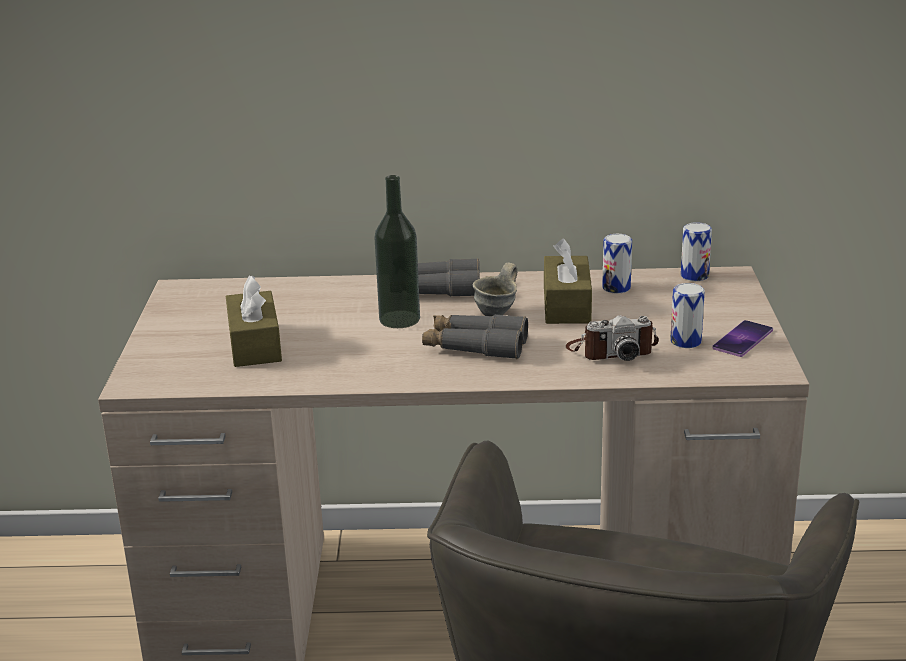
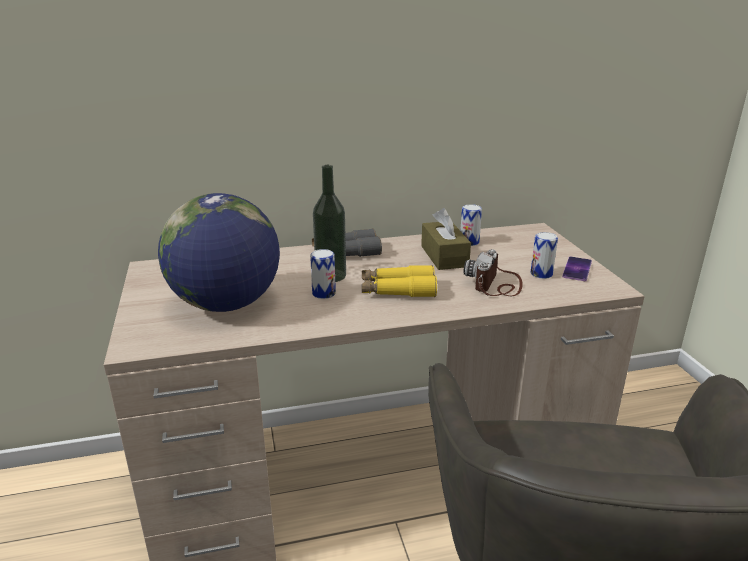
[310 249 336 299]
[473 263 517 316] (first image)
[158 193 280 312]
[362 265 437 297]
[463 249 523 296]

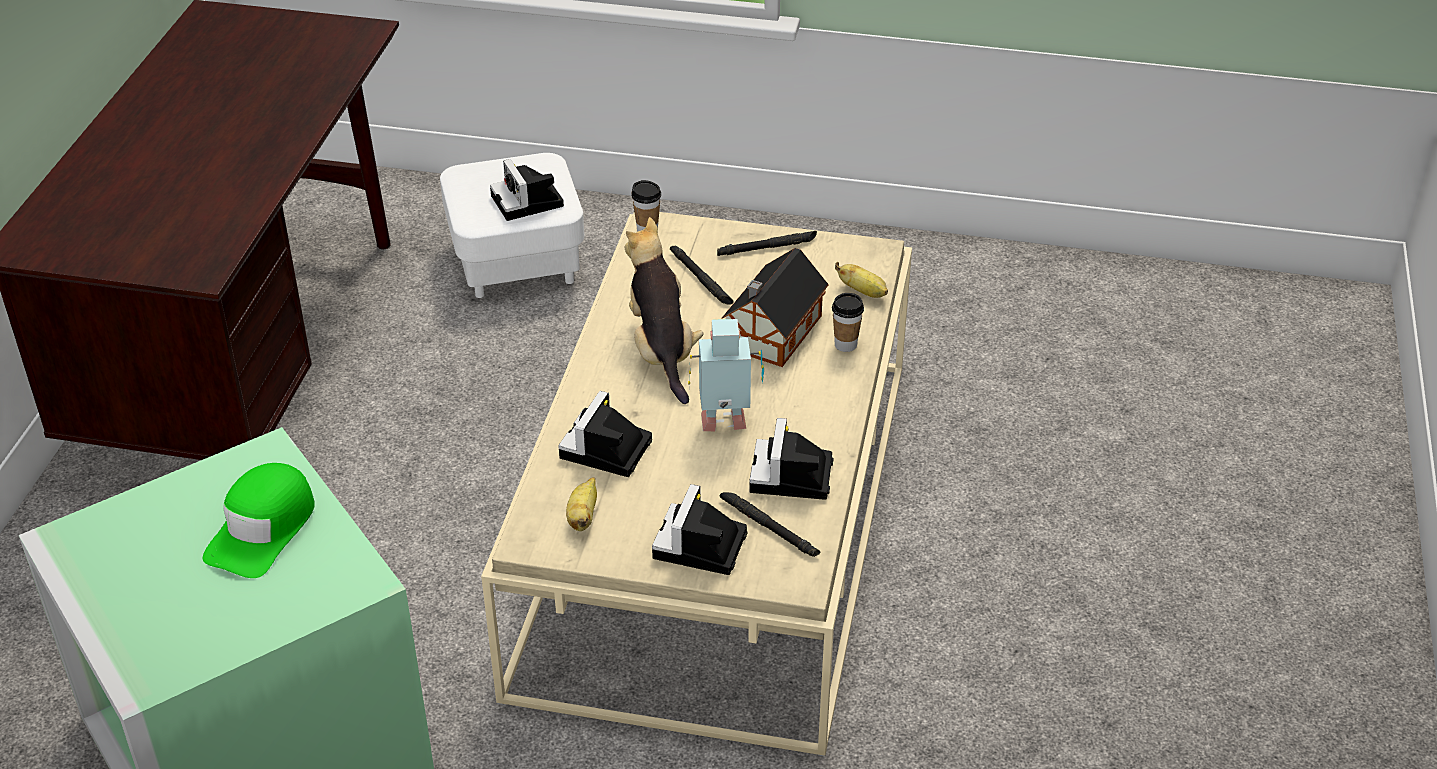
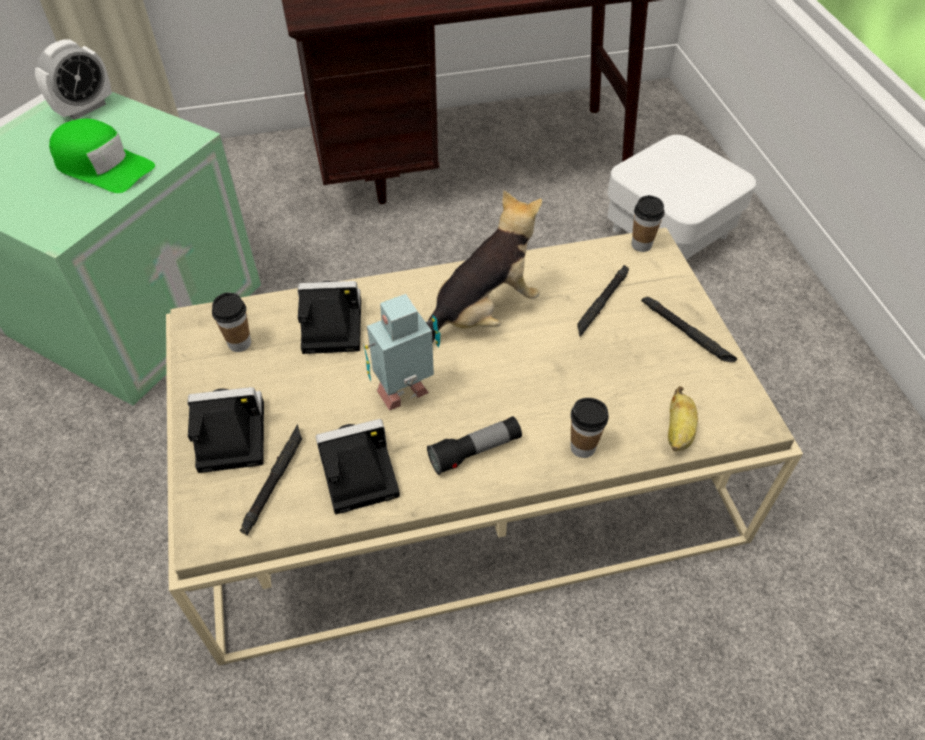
[490 159 564 221] (first image)
[722 248 829 367] (first image)
[363 294 440 410]
[49 118 155 193]
[212 292 251 352]
[35 40 112 120]
[427 416 522 475]

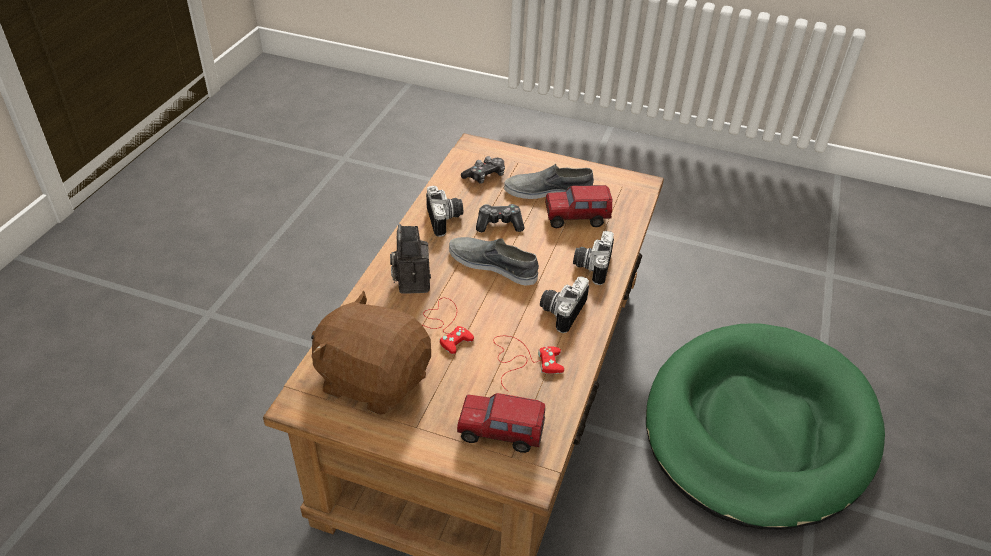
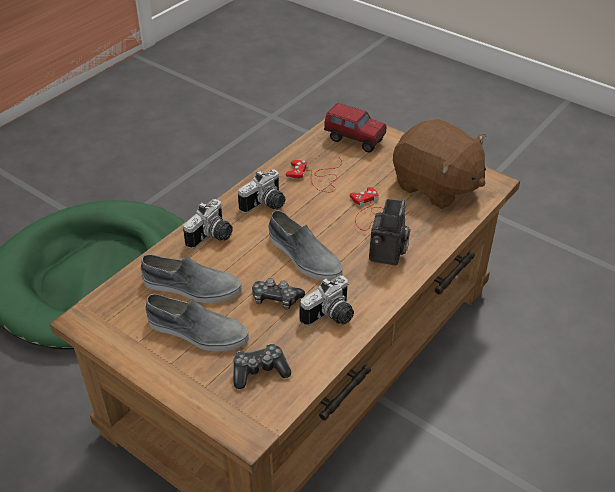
[141 254 242 303]
[300 276 354 326]

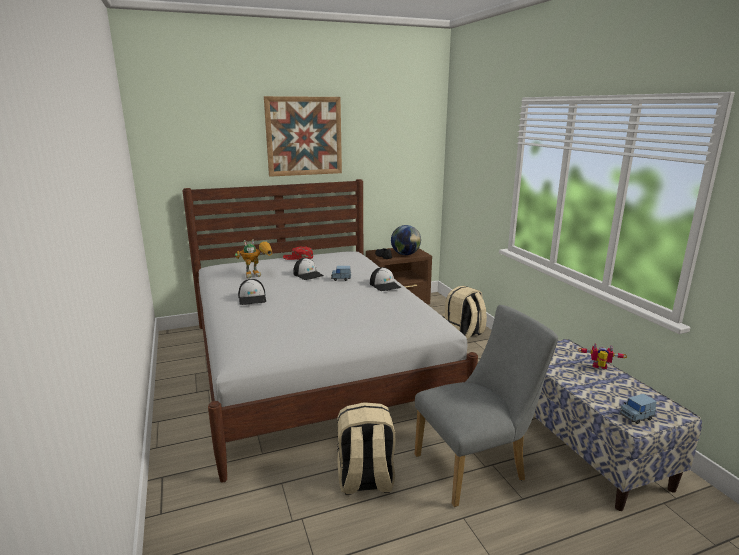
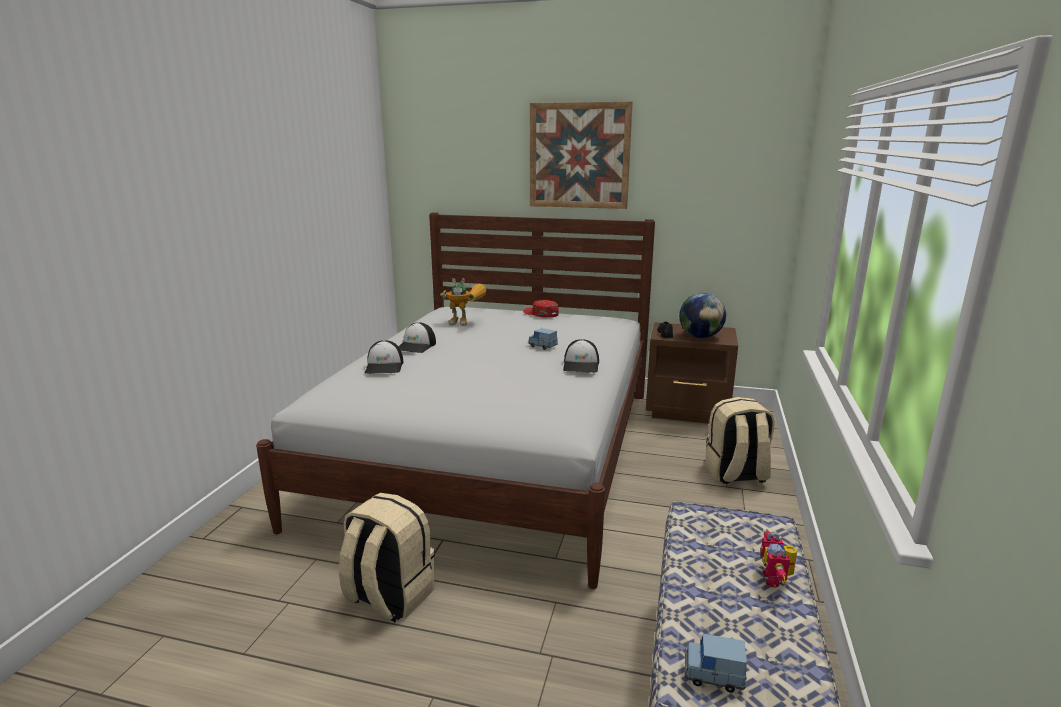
[365 340 404 374]
[415 305 558 507] (first image)
[760 529 797 588]

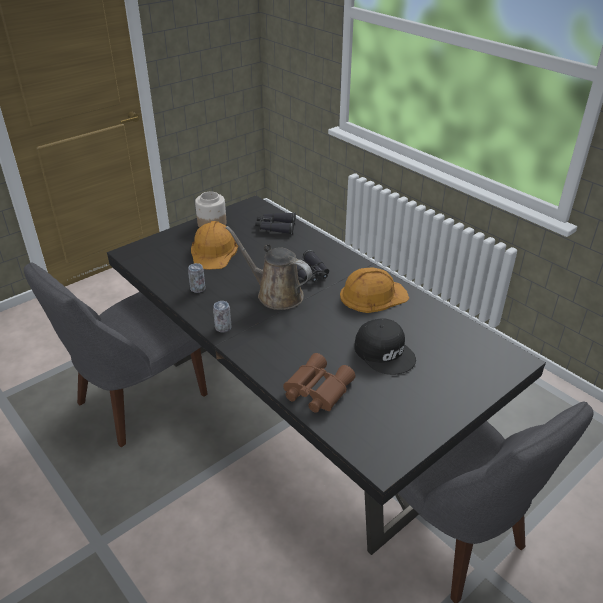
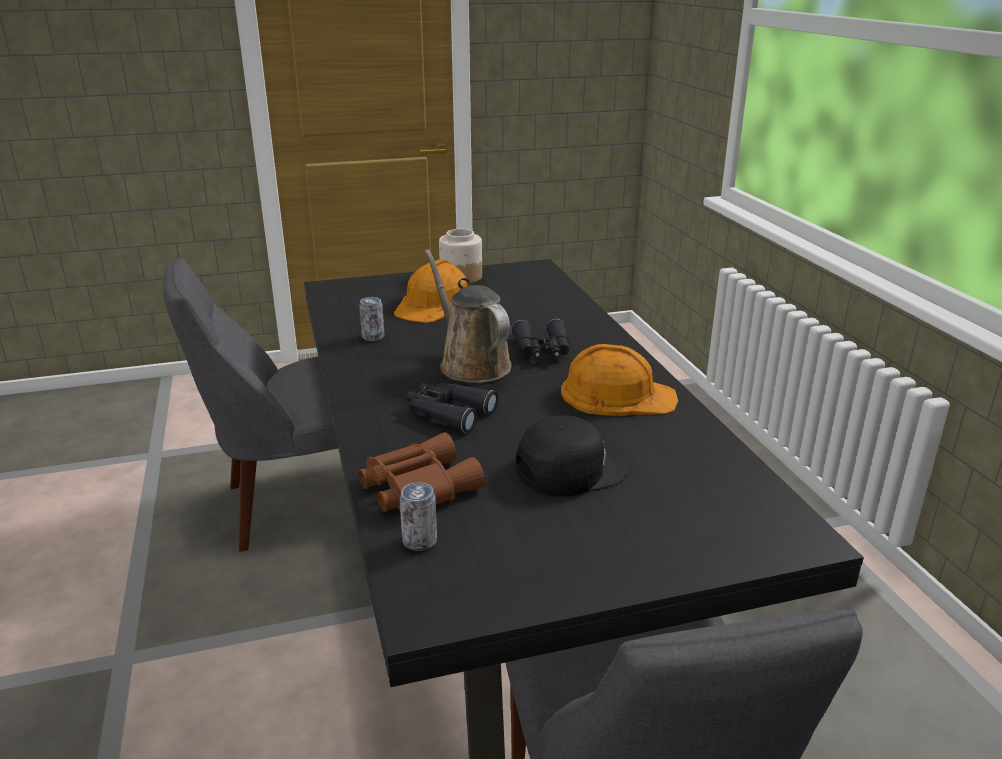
[407 381 499 433]
[400 483 437 551]
[515 415 631 497]

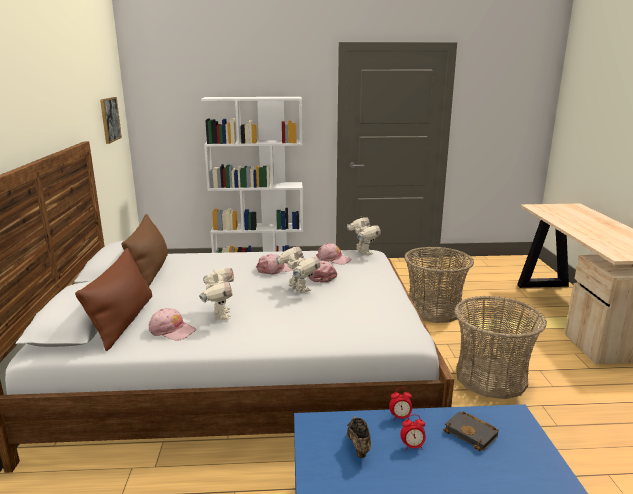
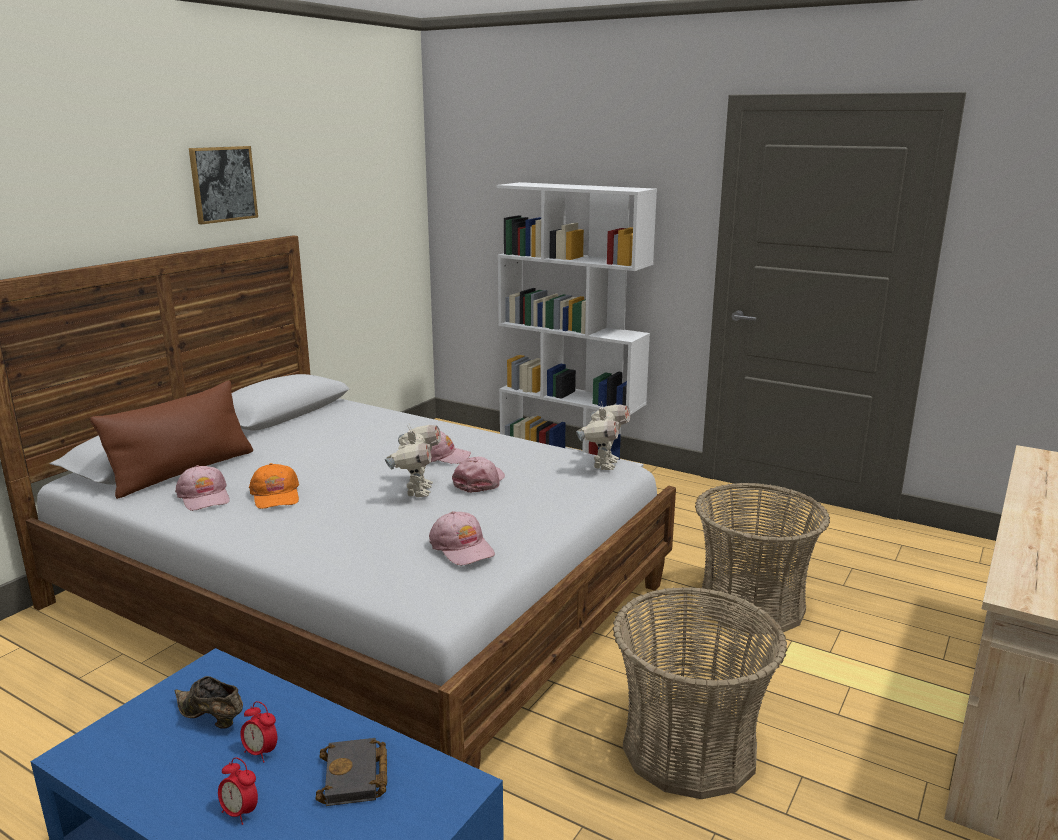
[189 146 258 224]
[122 214 168 286] (first image)
[429 511 495 566]
[249 463 299 509]
[218 757 258 825]
[174 676 243 729]

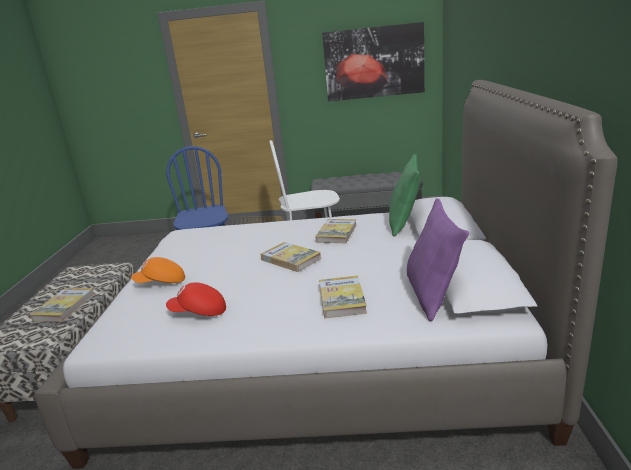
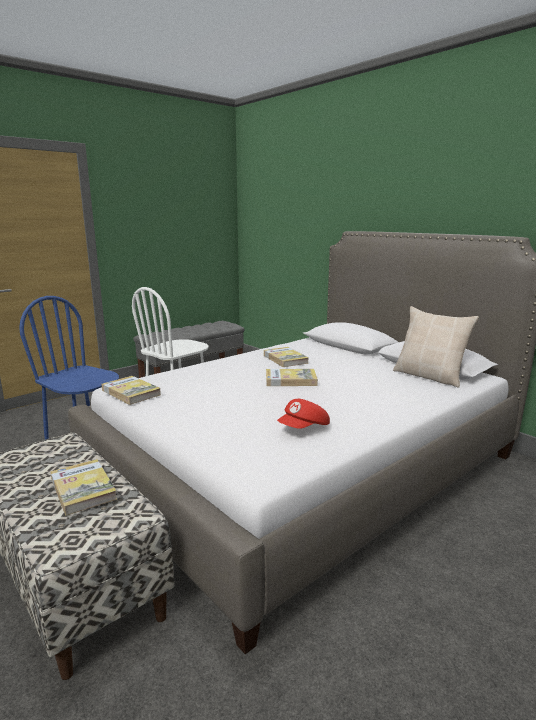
[322 22 425 101] (first image)
[389 154 420 237] (first image)
[393 306 479 388]
[131 257 185 283] (first image)
[101 376 161 405]

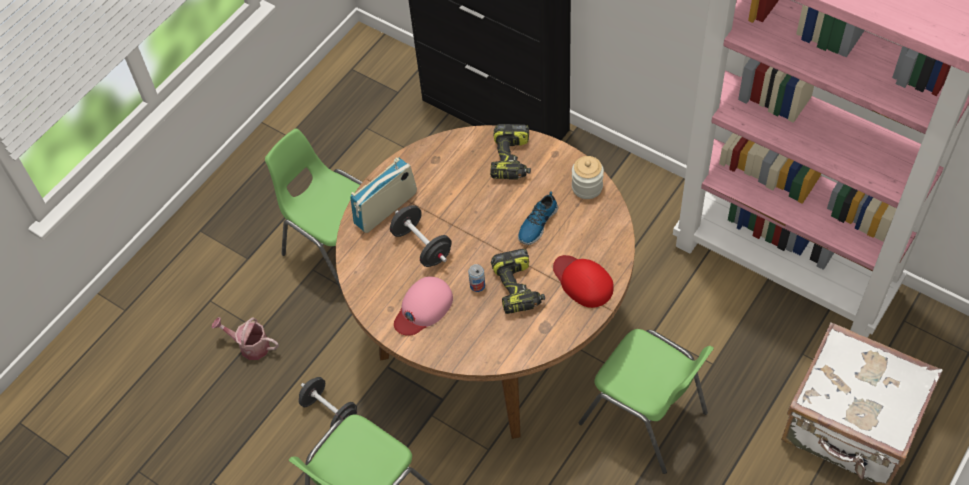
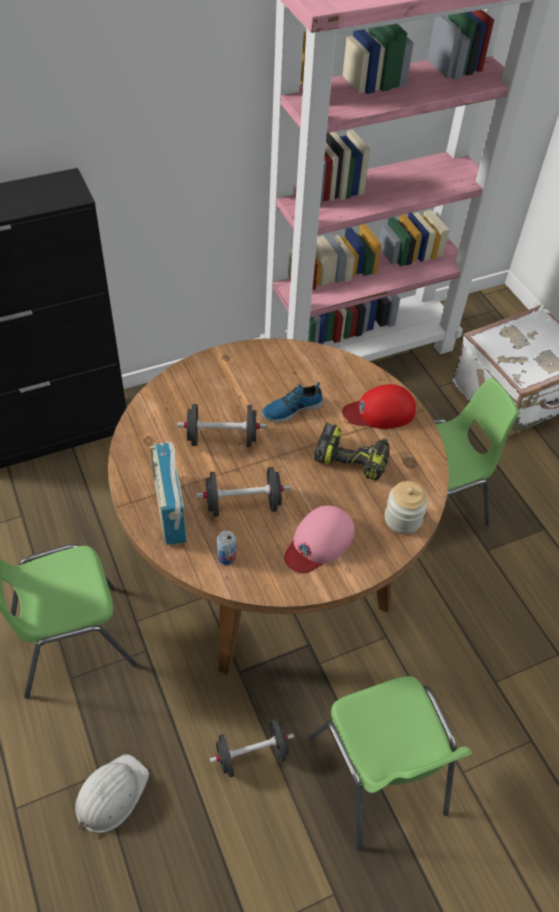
[490 124 531 180] (first image)
[385 481 428 534]
[261 382 323 422]
[217 531 236 565]
[284 505 355 573]
[75 754 149 833]
[177 404 267 447]

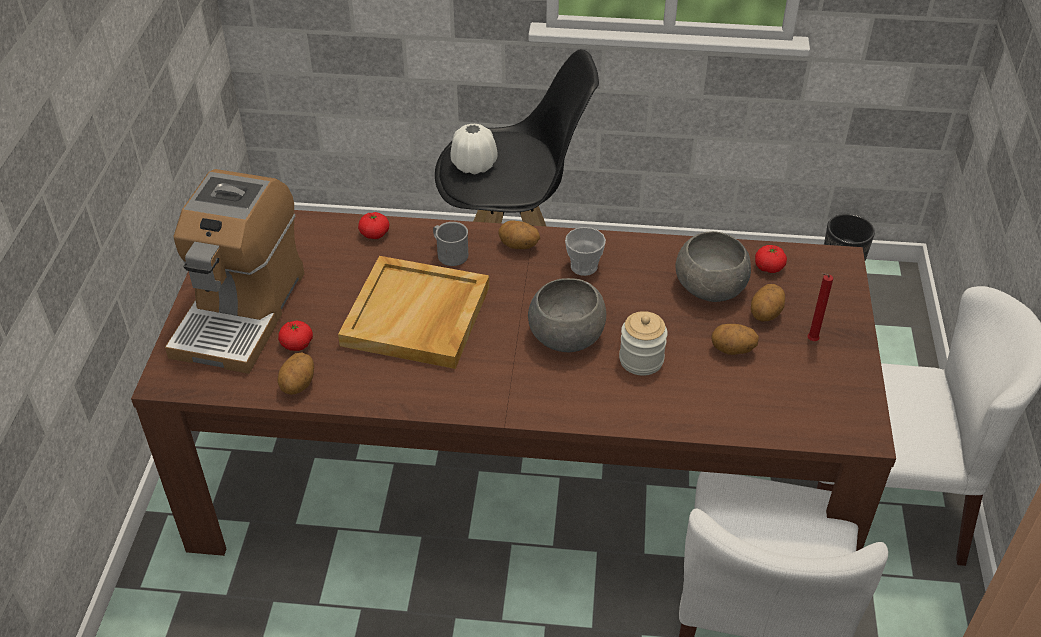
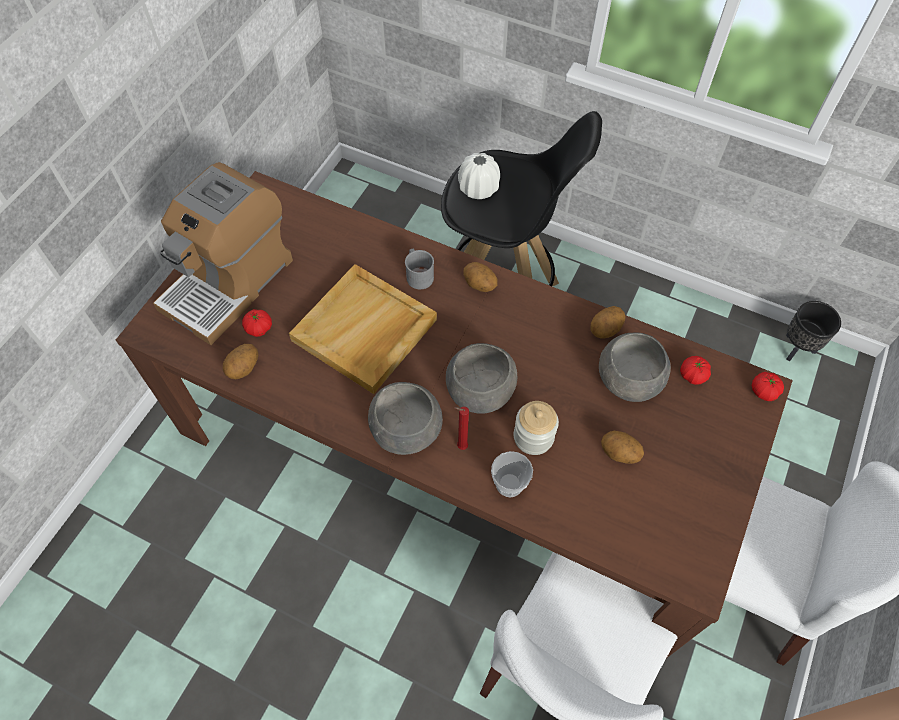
[752 372 784 401]
[491 451 533 497]
[454 406 469 450]
[591 306 626 339]
[368 382 443 455]

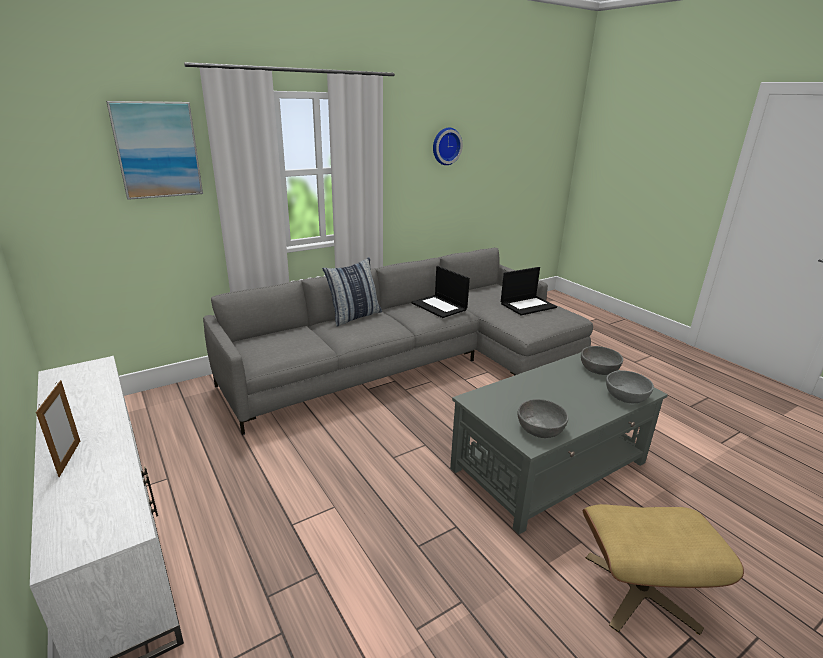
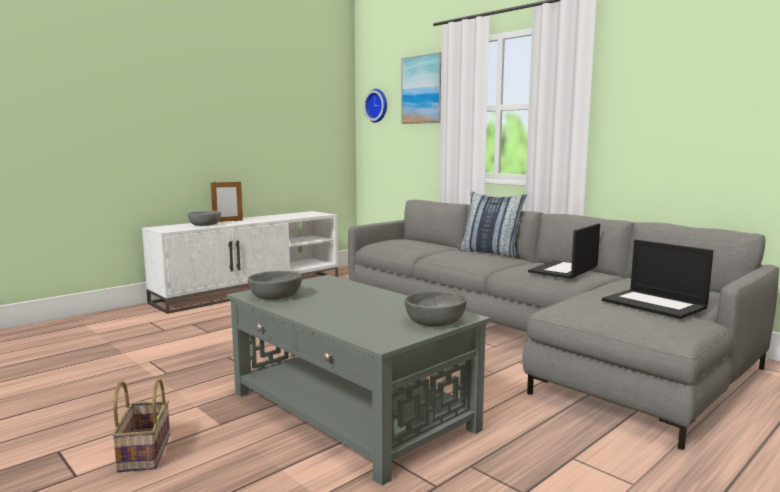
[364 89 387 123]
[187 211 221 226]
[112 378 170 472]

